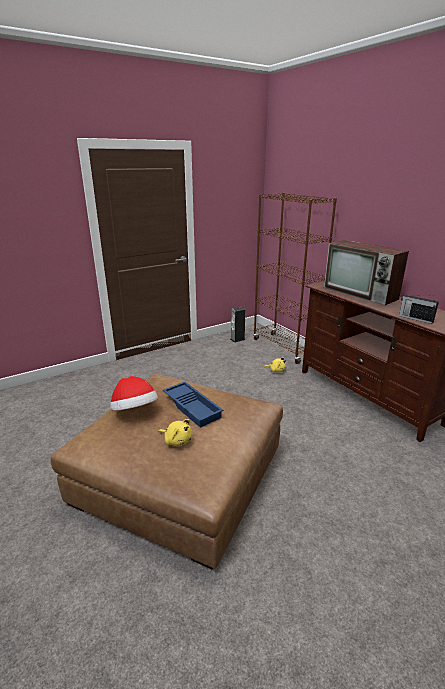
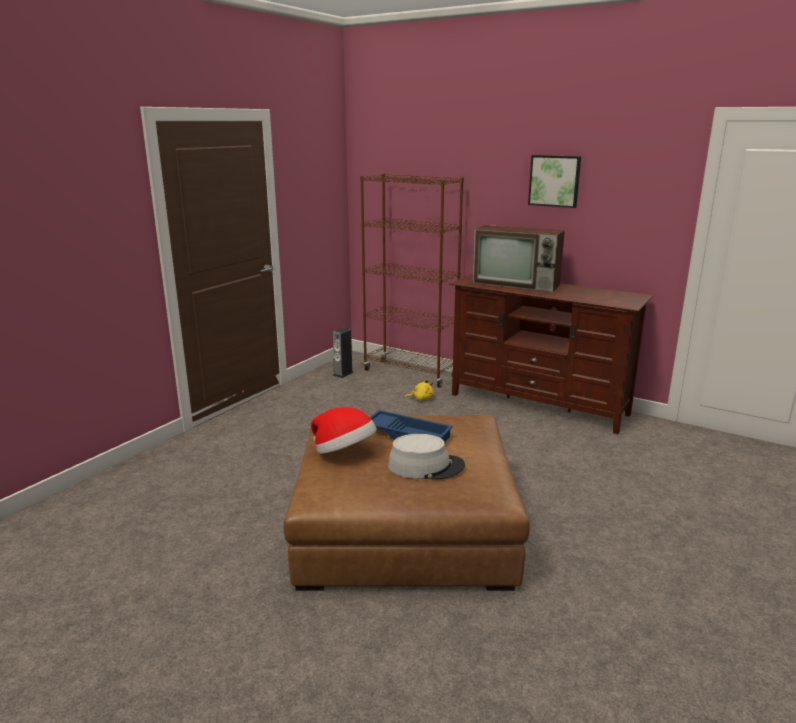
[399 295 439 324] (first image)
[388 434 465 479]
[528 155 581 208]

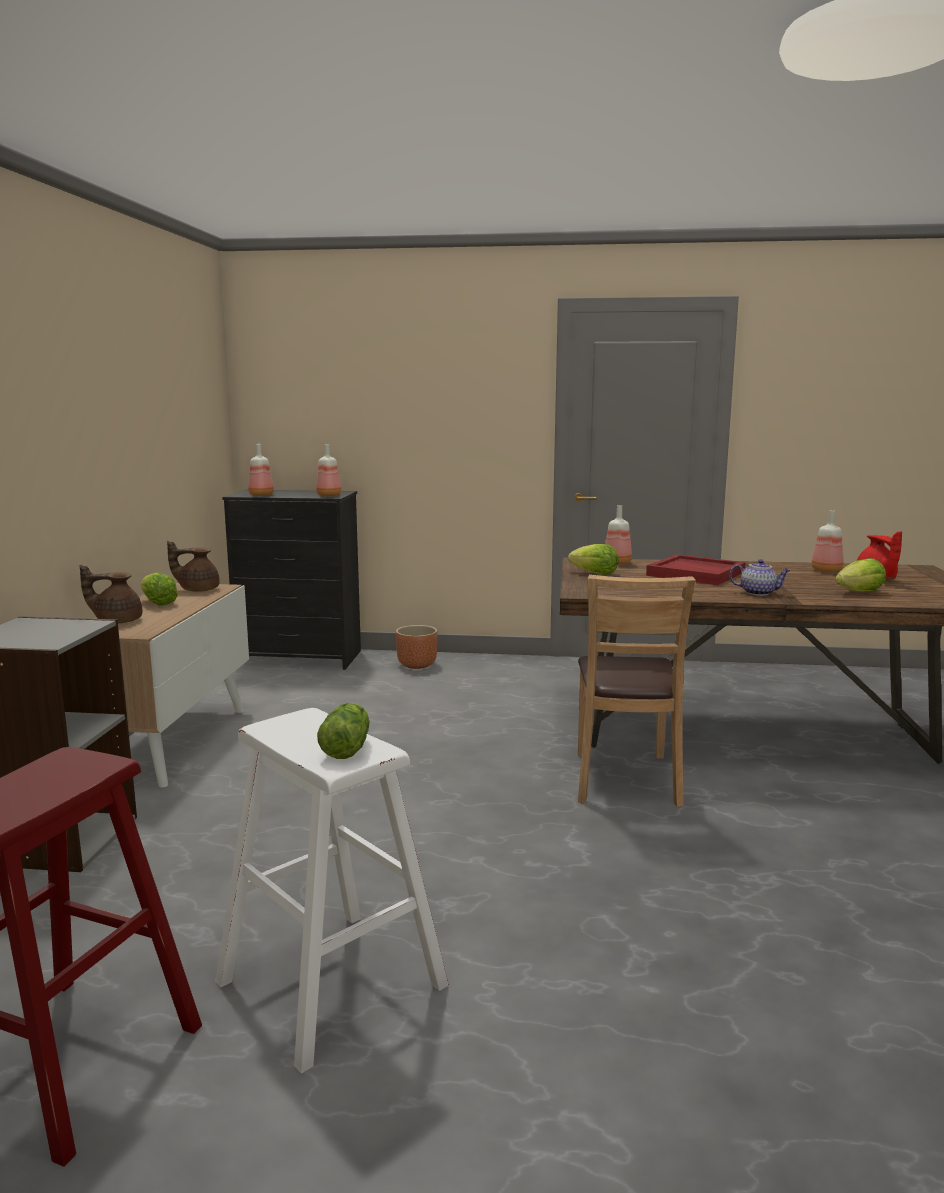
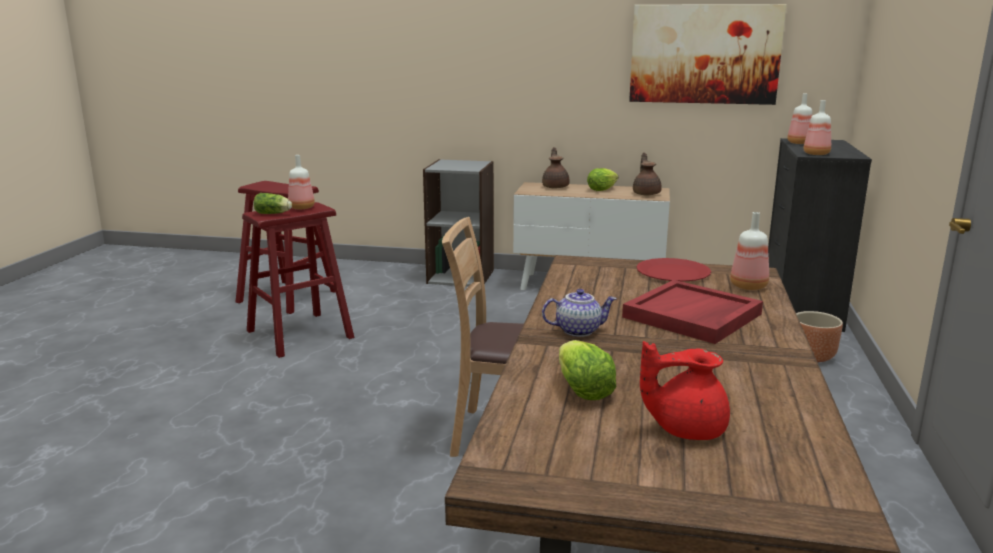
[288 155 315 209]
[636 258 711 282]
[542 289 617 337]
[242 202 354 358]
[629 4 787 105]

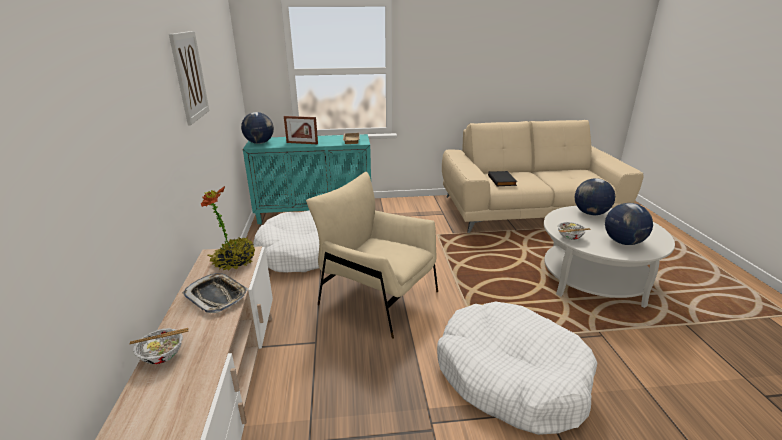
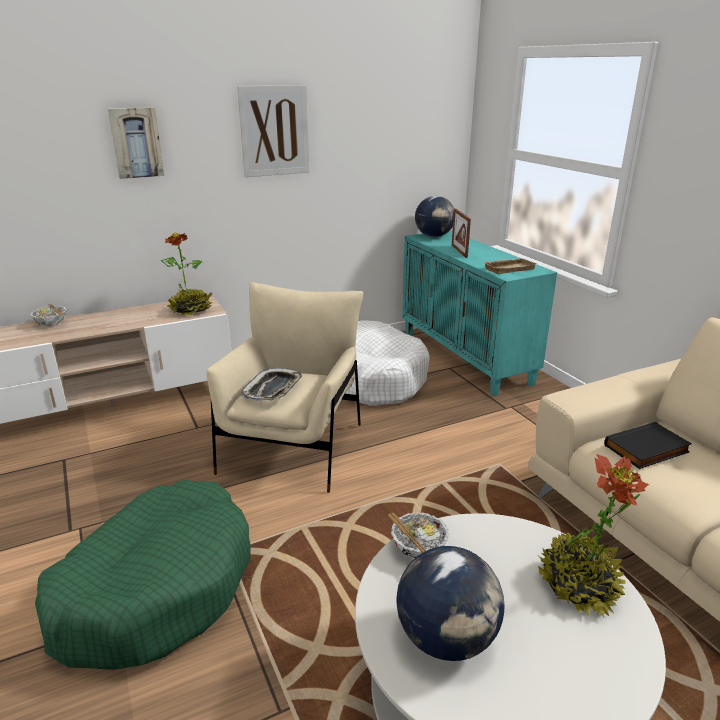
[538 454 649 618]
[241 368 302 401]
[35 479 251 670]
[108 107 164 179]

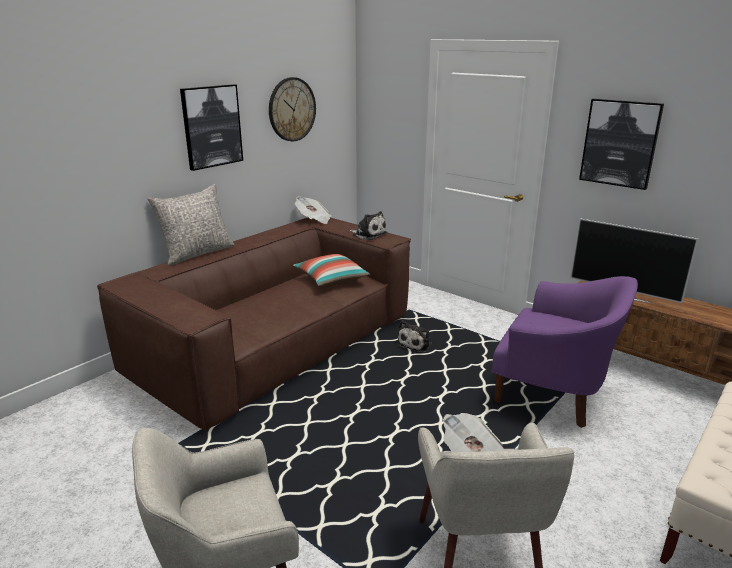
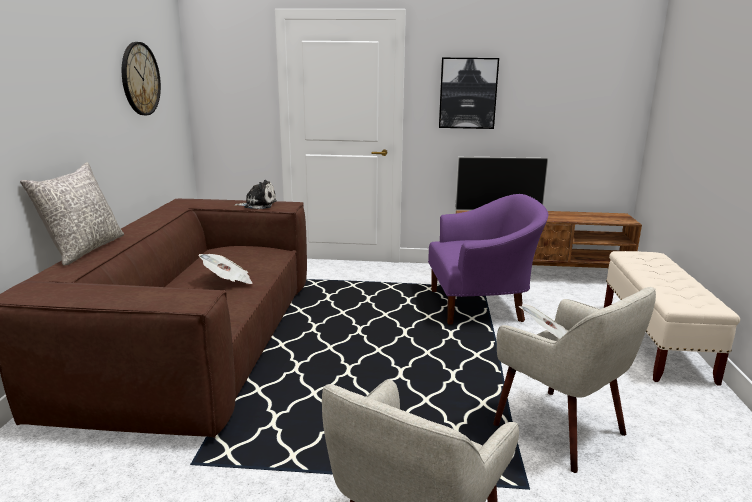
[180 84 243 171] (first image)
[198 254 253 284]
[293 254 370 287] (first image)
[397 320 432 353] (first image)

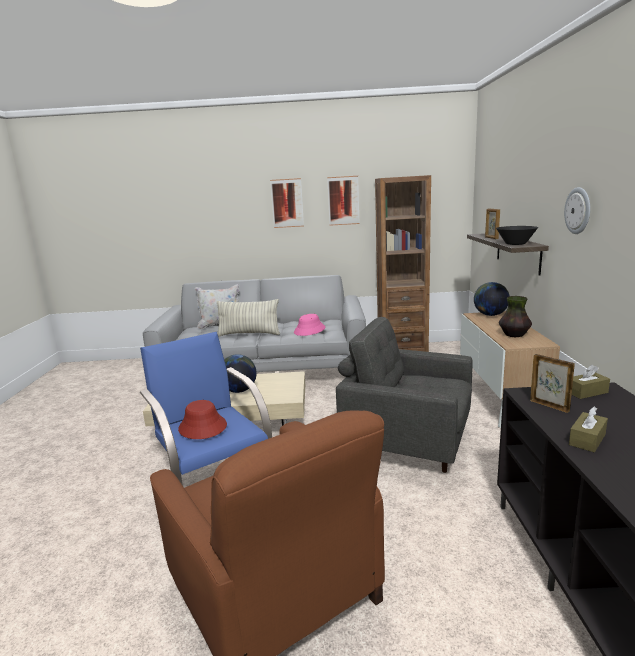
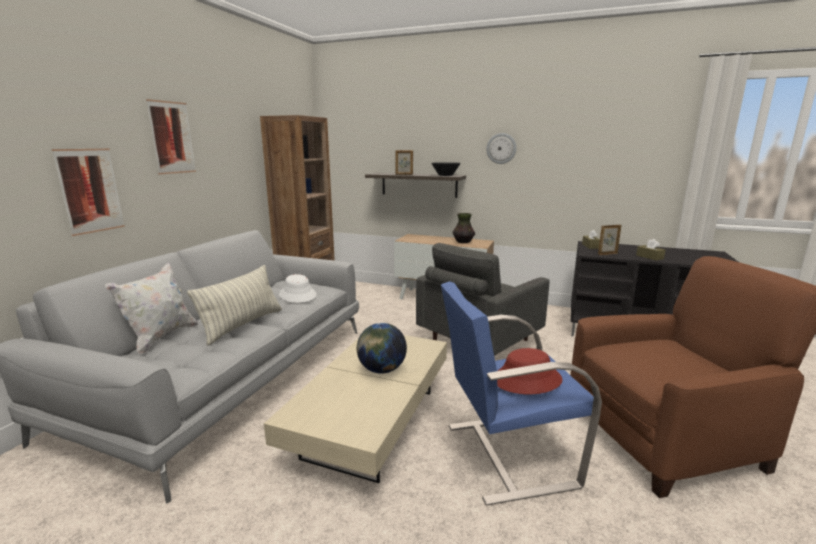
[52 149 125 236]
[474 282 509 316] (first image)
[279 274 317 303]

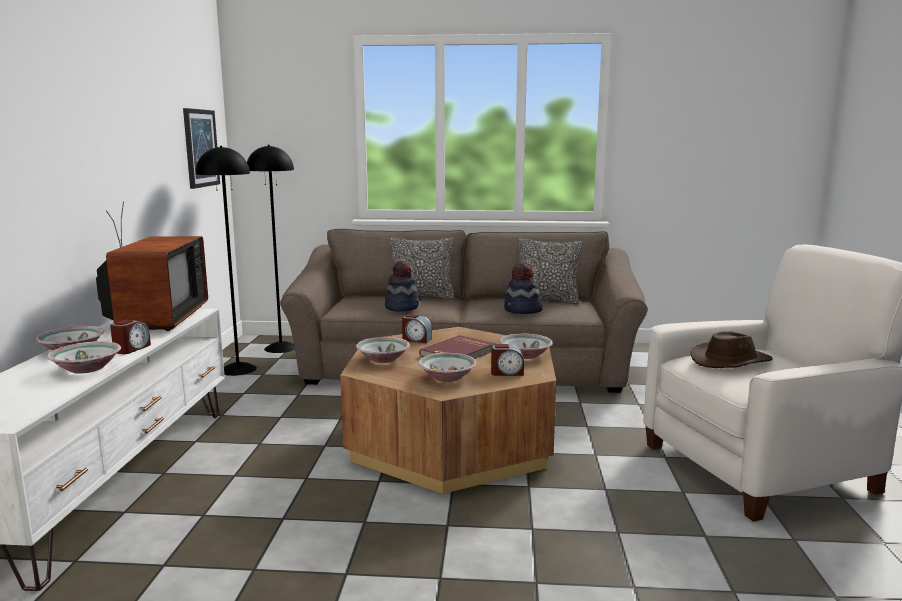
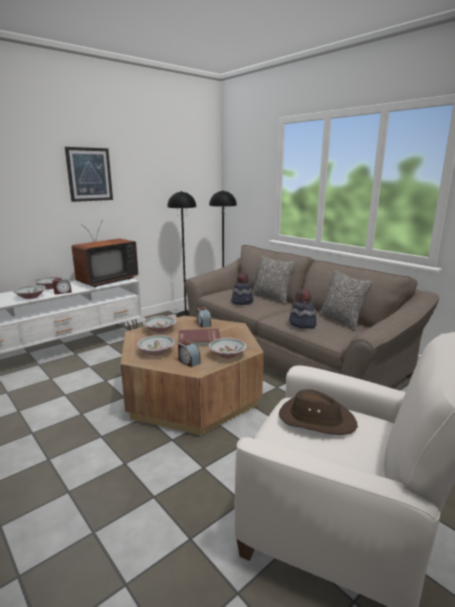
[65 147 113 202]

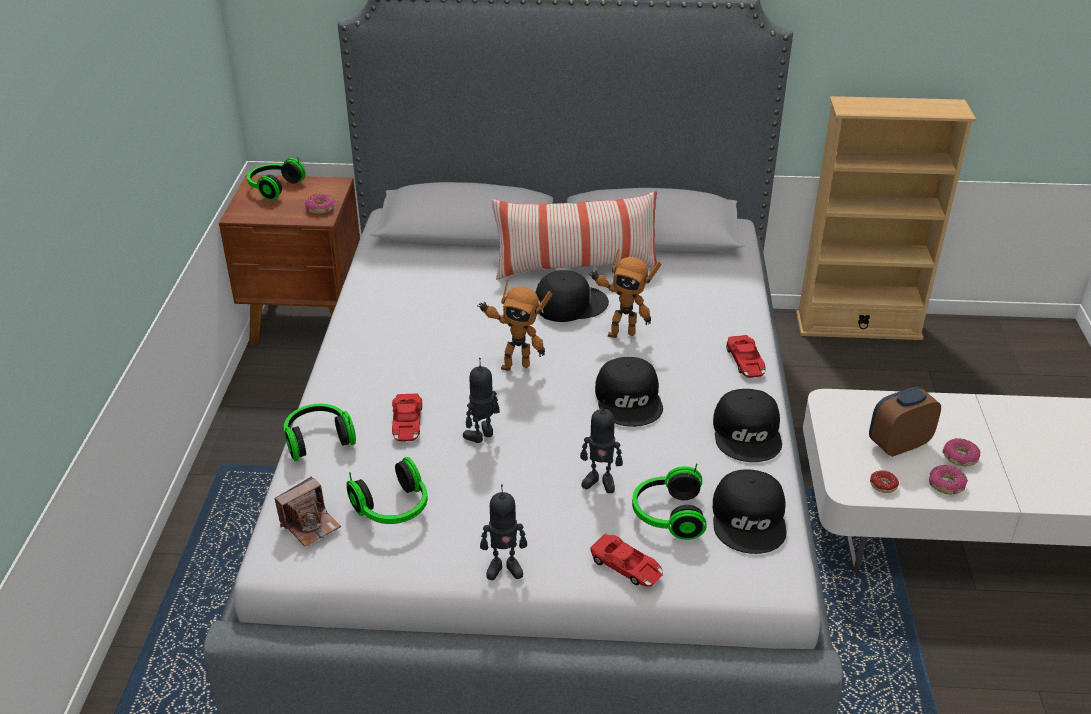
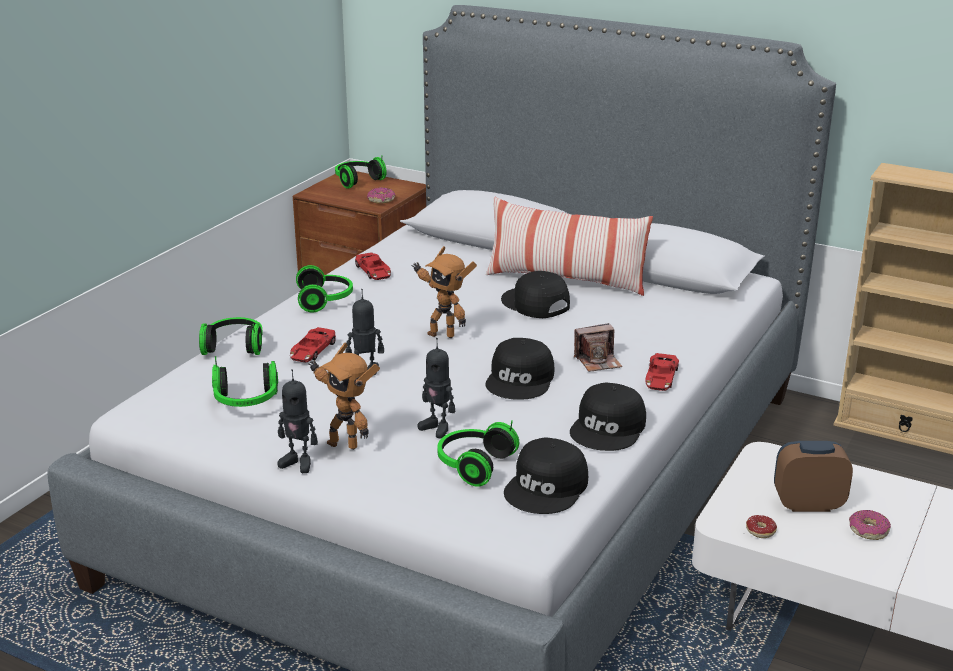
[309 343 380 450]
[501 271 570 318]
[929 465 968 494] (first image)
[574 323 622 372]
[355 252 391 280]
[296 265 353 313]

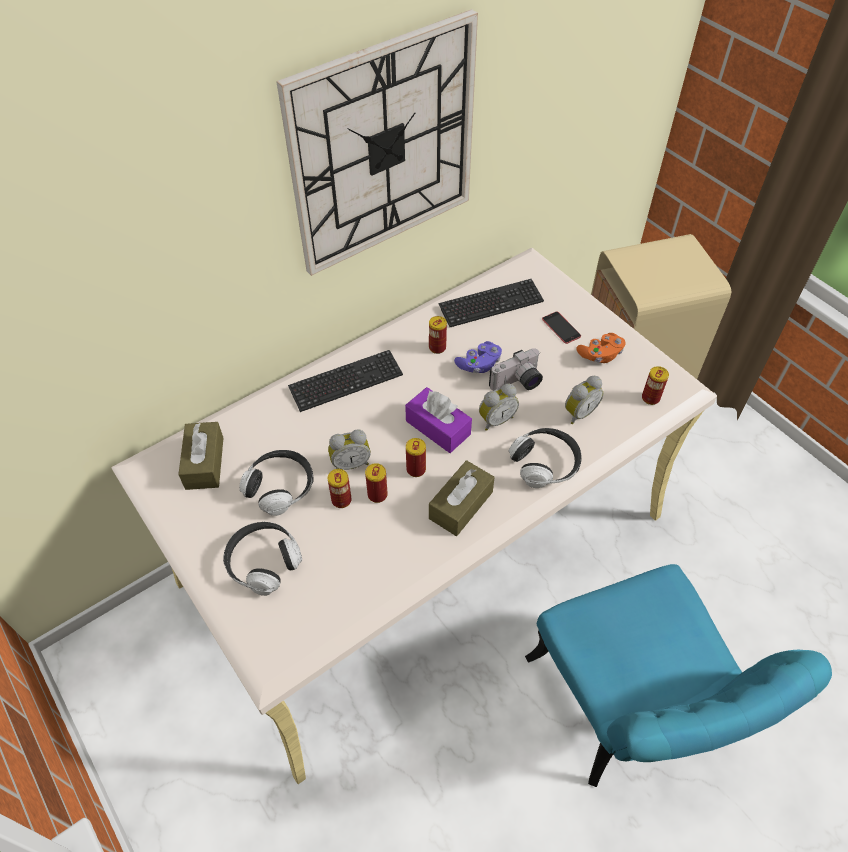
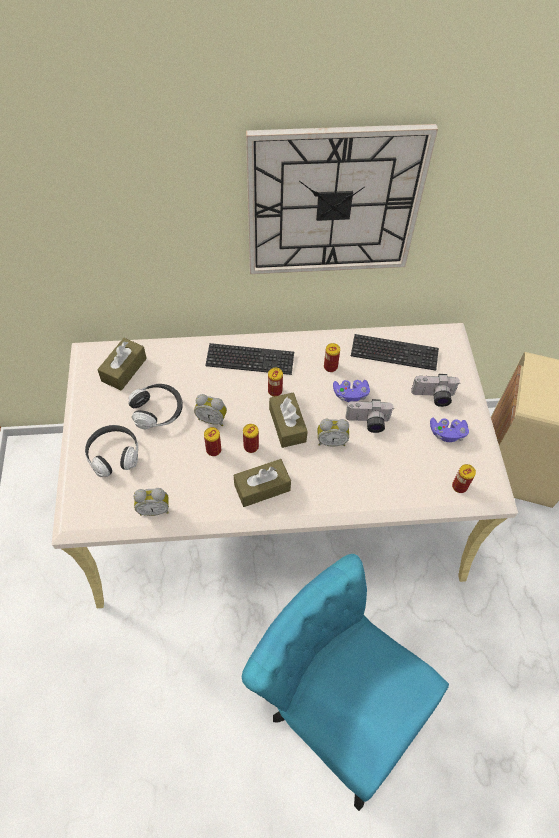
[411 374 460 407]
[430 418 469 442]
[134 488 169 516]
[269 392 308 448]
[509 428 582 488] (first image)
[268 368 283 397]
[242 554 449 811]

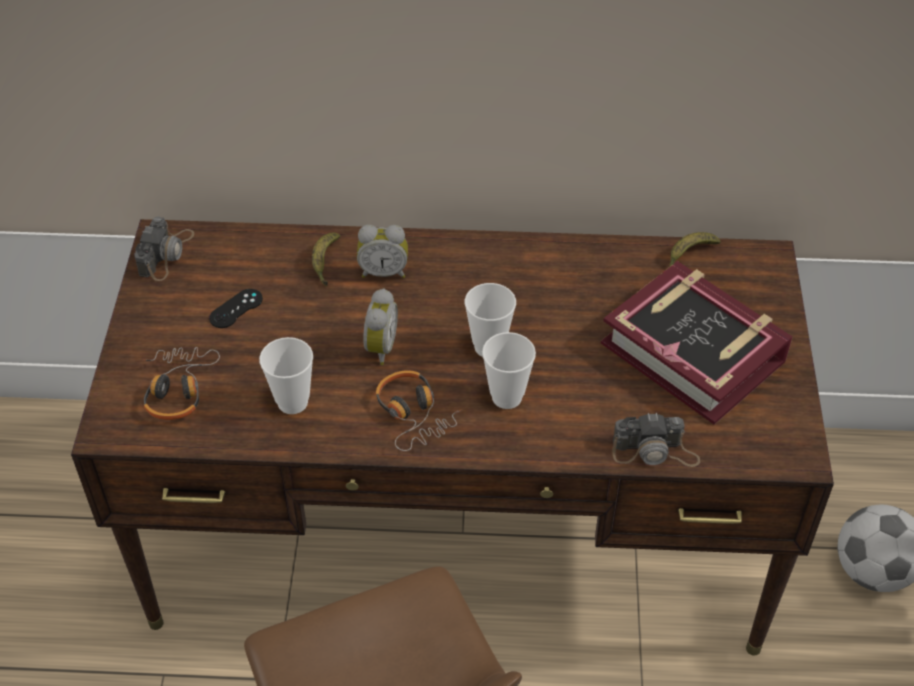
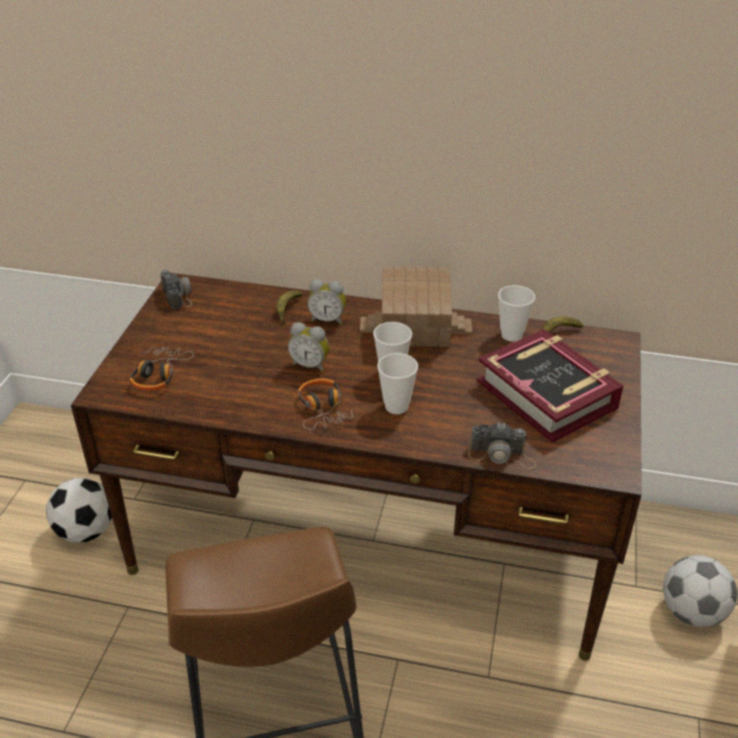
[160 270 192 309]
[287 322 329 373]
[209 289 263 328] (first image)
[498 285 535 342]
[360 266 472 347]
[46 478 112 543]

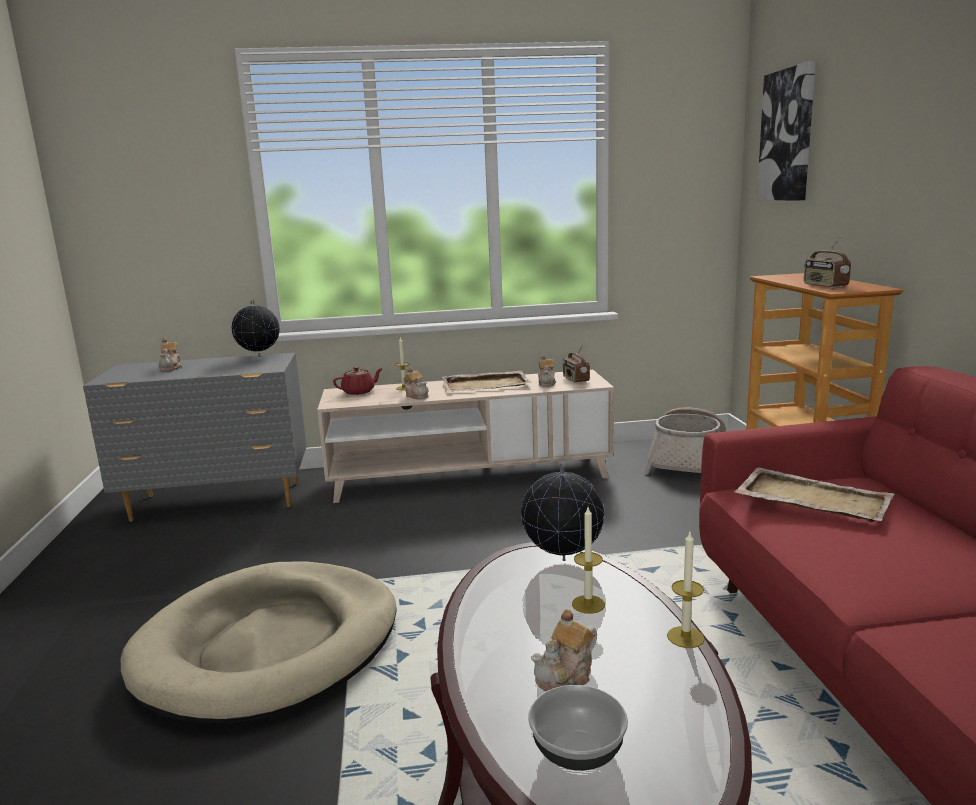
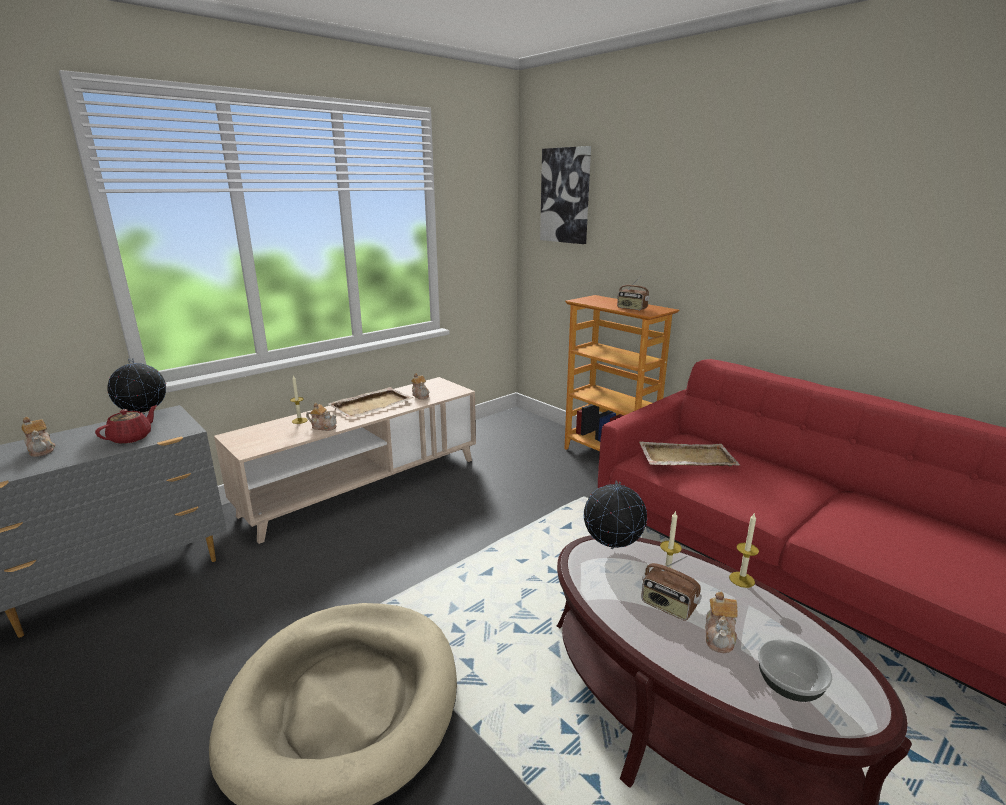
[641 556 702 621]
[95 405 157 444]
[644 407 726 474] (first image)

